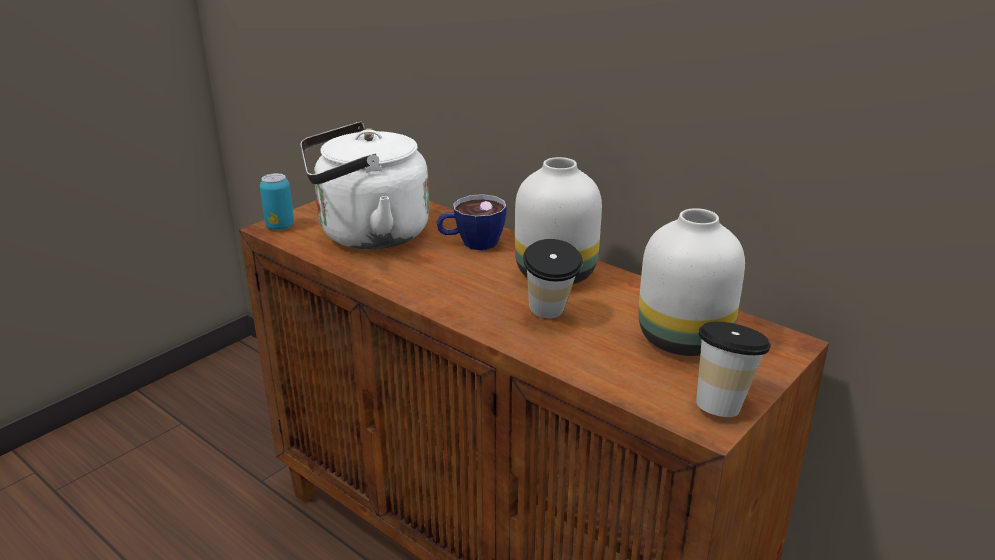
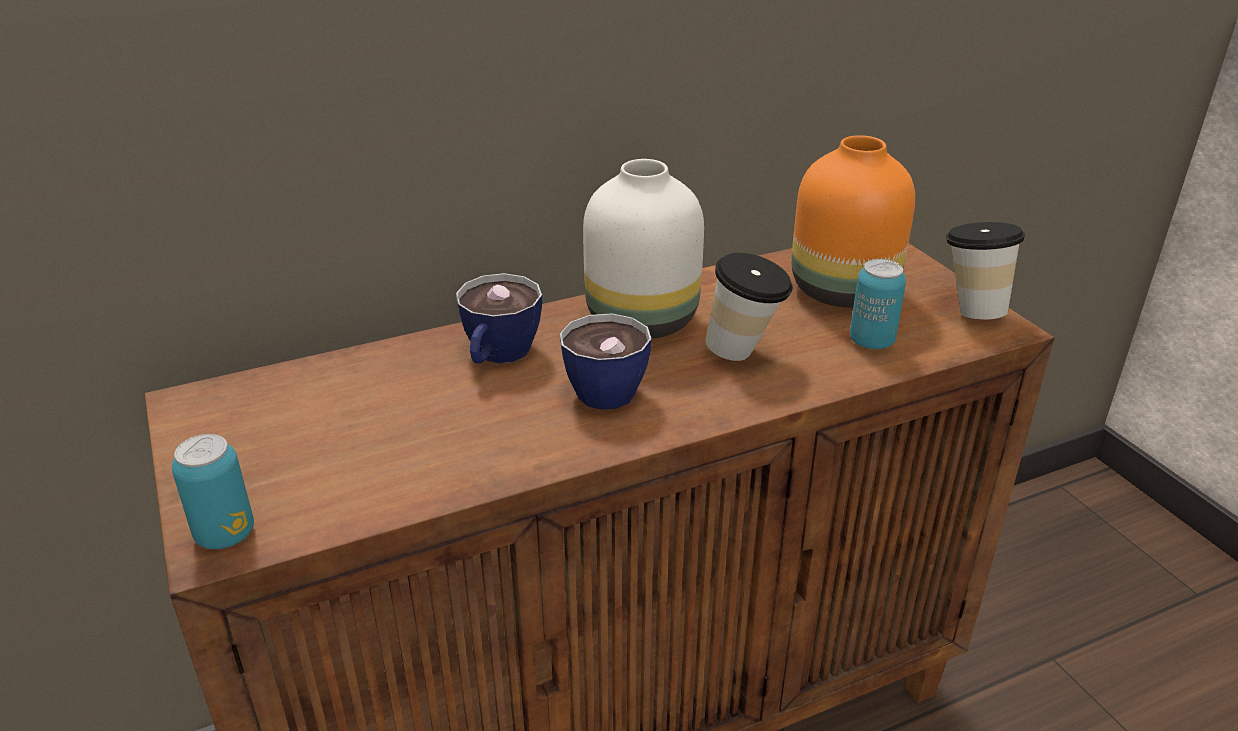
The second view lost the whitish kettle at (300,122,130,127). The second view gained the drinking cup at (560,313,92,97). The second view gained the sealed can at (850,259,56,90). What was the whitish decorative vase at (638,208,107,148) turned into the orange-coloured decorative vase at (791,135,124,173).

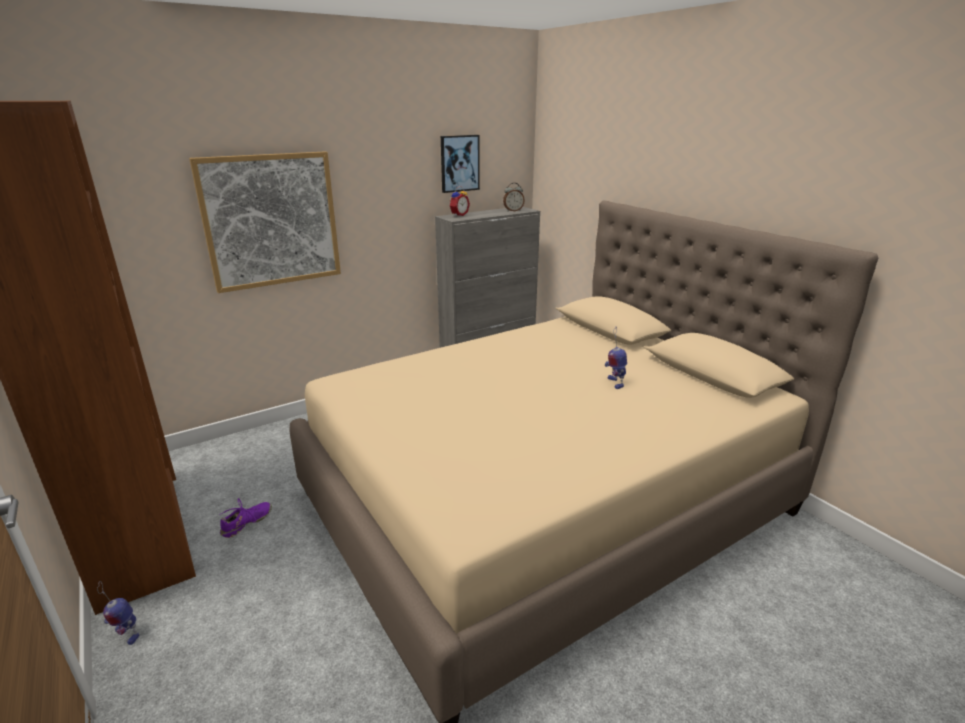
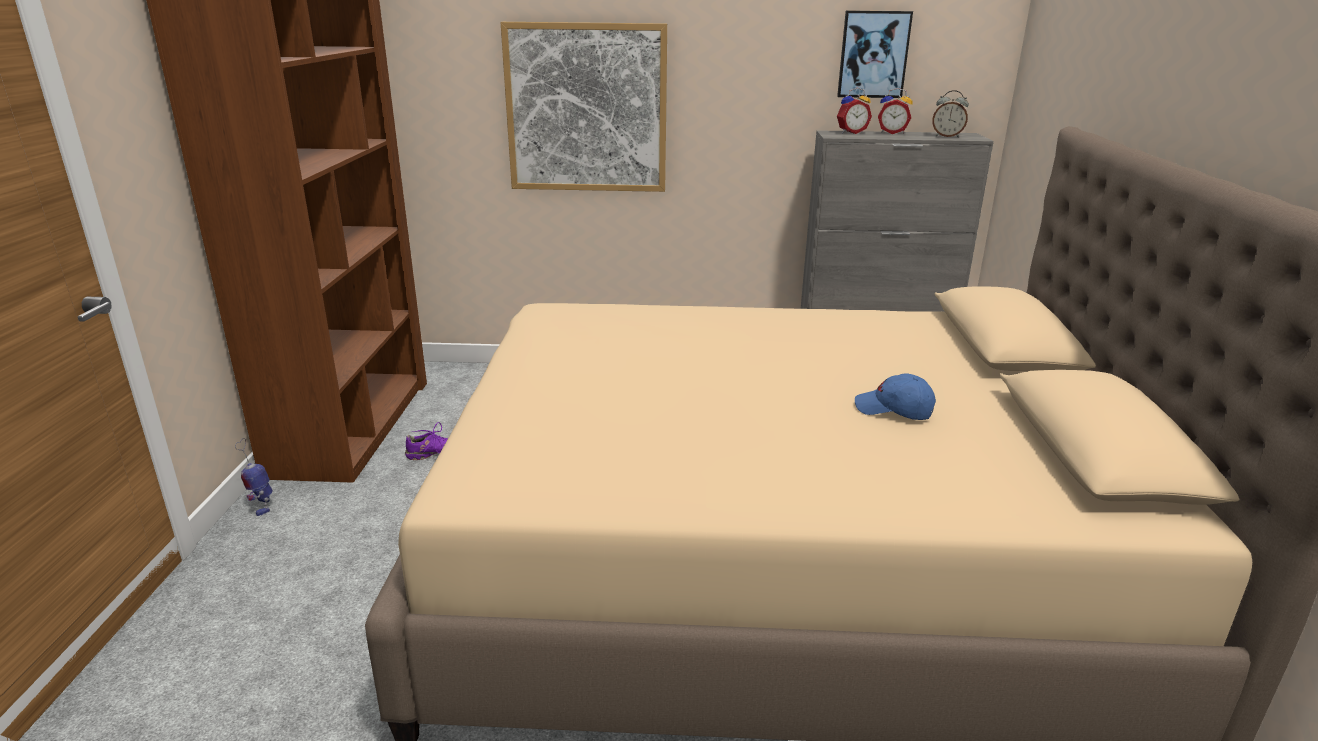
The second view gained the alarm clock at (878,88,35,46). Where the robot figure stood at (605,327,22,62), the bluish baseball cap came to stand at (855,373,81,47).

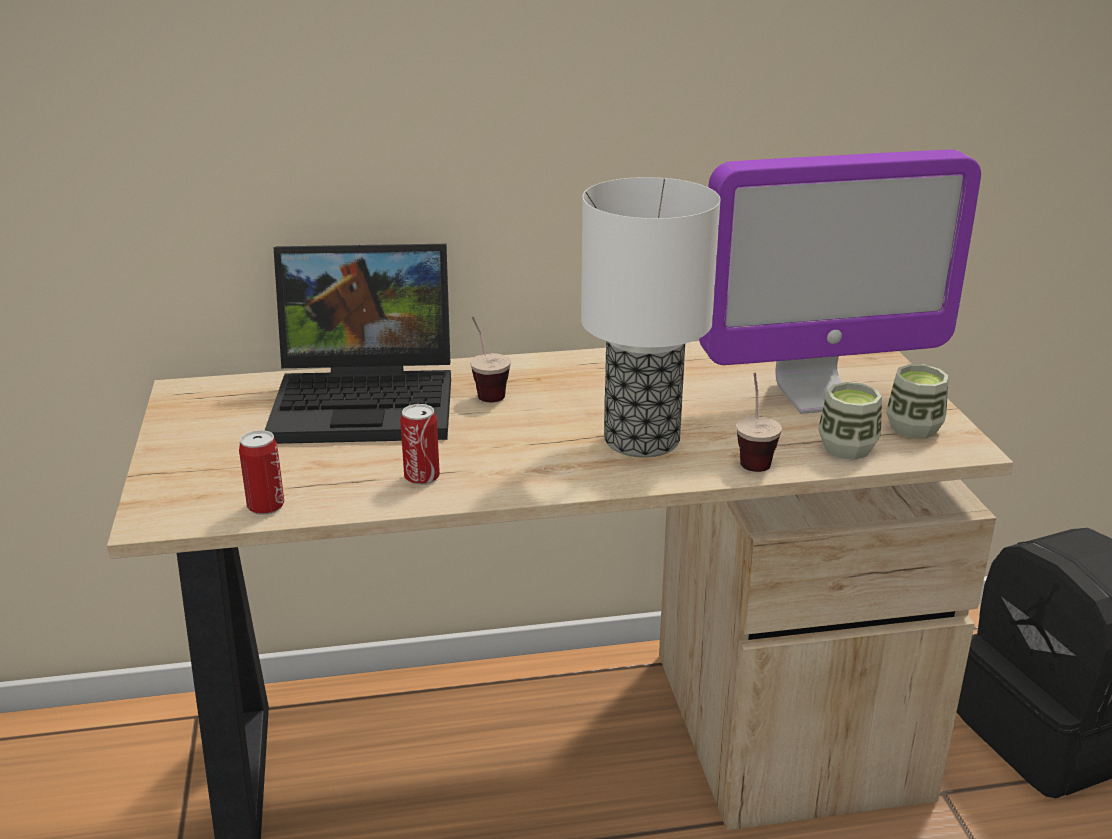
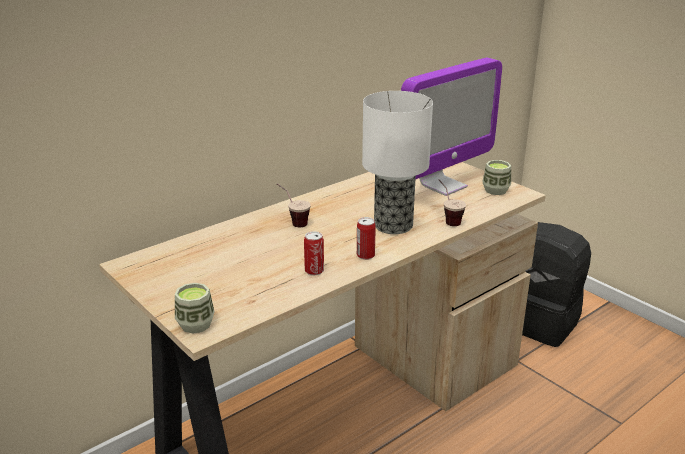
The second view lost the portable computer at (265,244,186,200). The sealed can ended up elsewhere, having gone from (239,430,45,85) to (357,217,19,43). The drinking cup ended up elsewhere, having gone from (818,382,64,78) to (175,283,40,51).

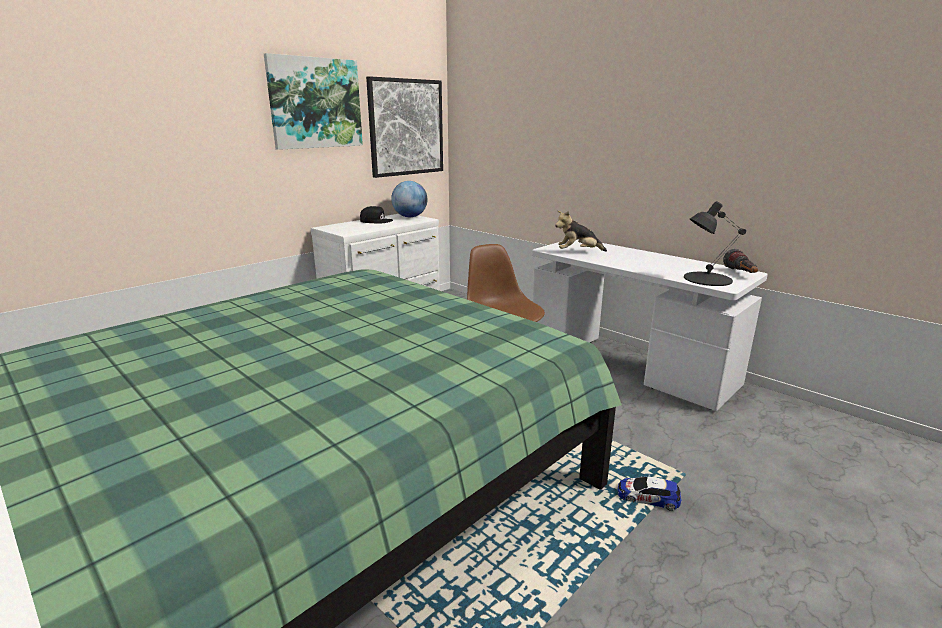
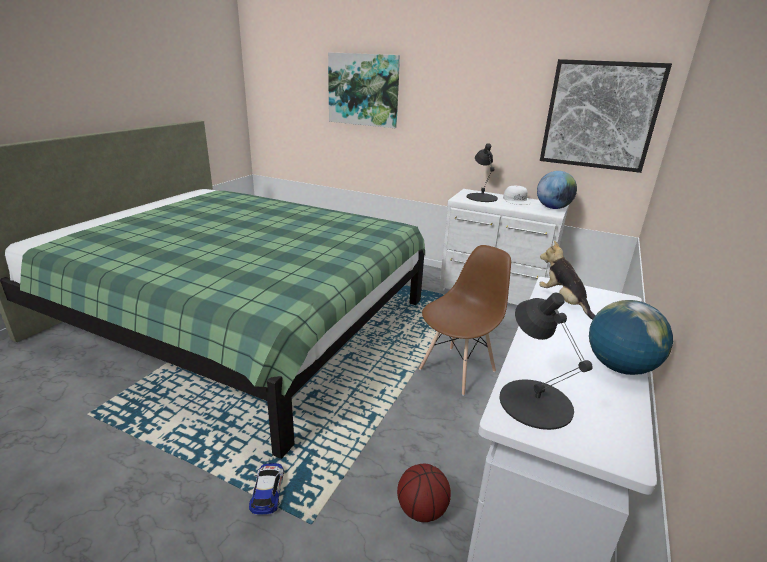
The second view lost the flashlight at (723,249,35,24). The second view gained the basketball at (397,464,54,58). The second view gained the black-coloured table lamp at (467,143,31,59). The second view gained the desk globe at (589,300,84,75). The wall picture ended up elsewhere, having gone from (264,53,99,97) to (328,52,72,76). What was the black-coloured baseball cap at (360,206,33,18) turned into the whitish baseball cap at (503,186,28,19).

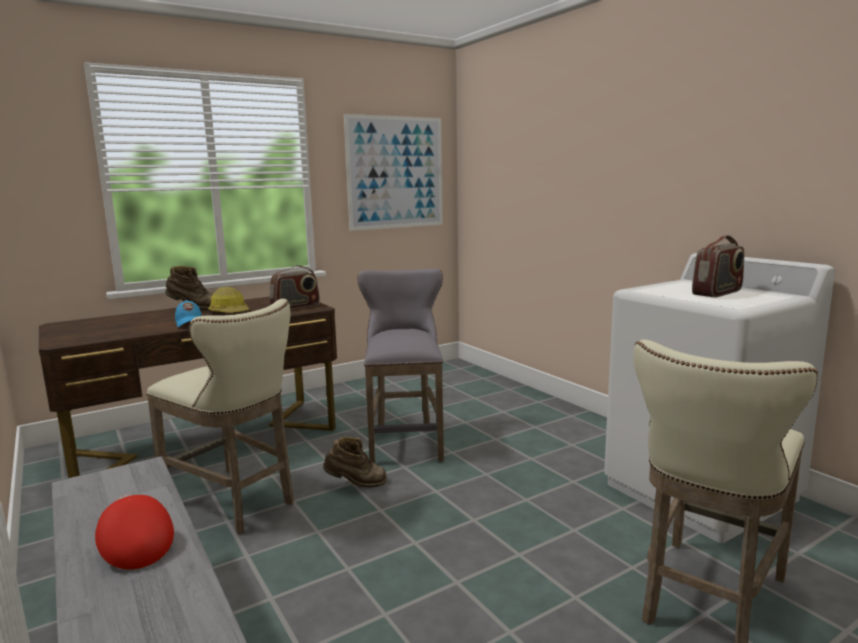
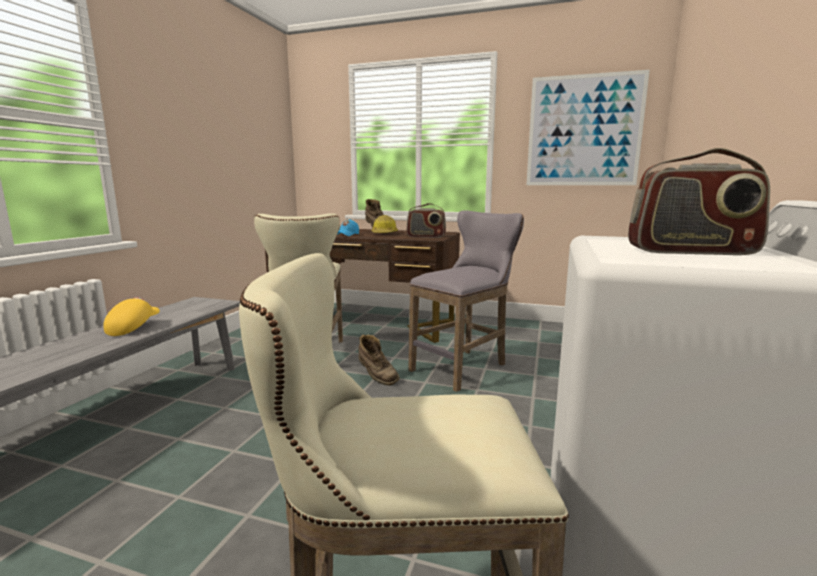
What was the red-coloured baseball cap at (95,494,79,76) turned into the yellowish baseball cap at (103,298,57,38).

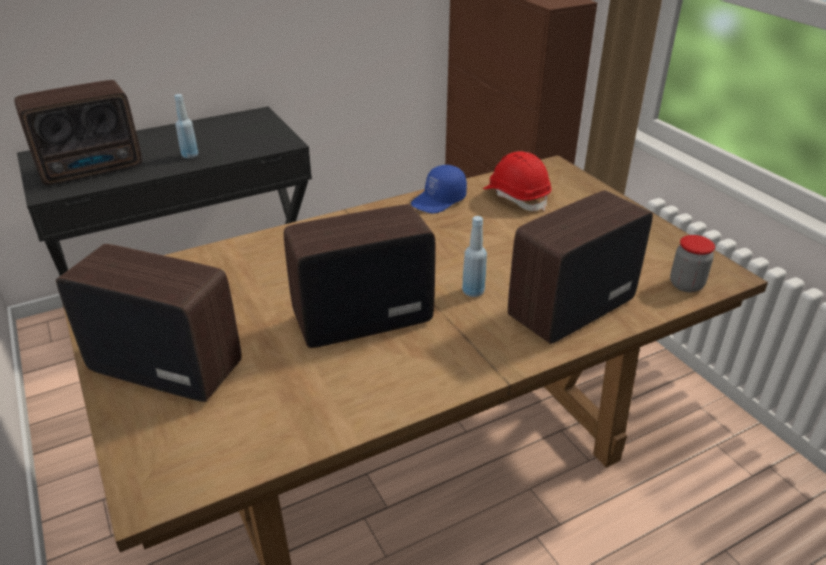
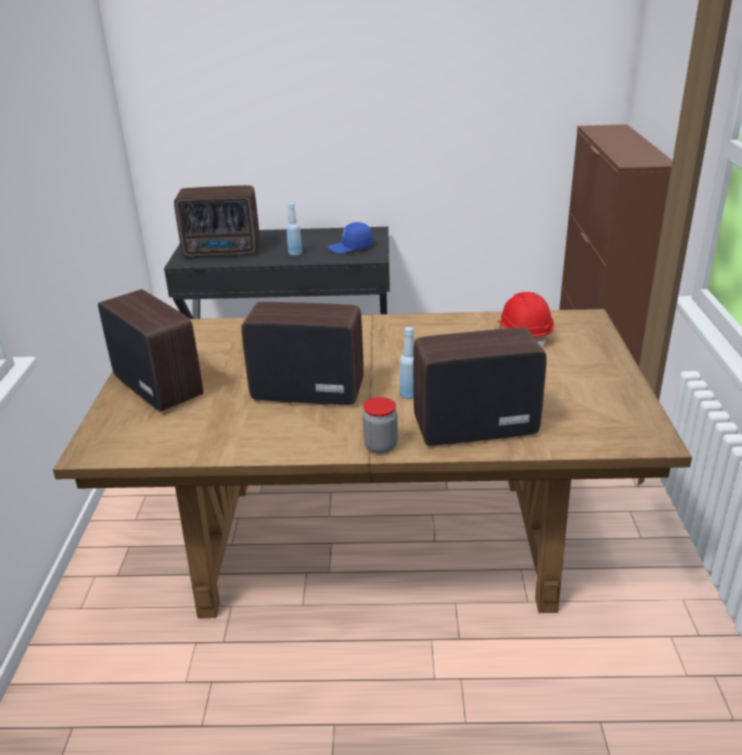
The bluish baseball cap ended up elsewhere, having gone from (411,165,56,49) to (328,222,44,31). The jar ended up elsewhere, having gone from (670,235,45,57) to (363,397,35,57).

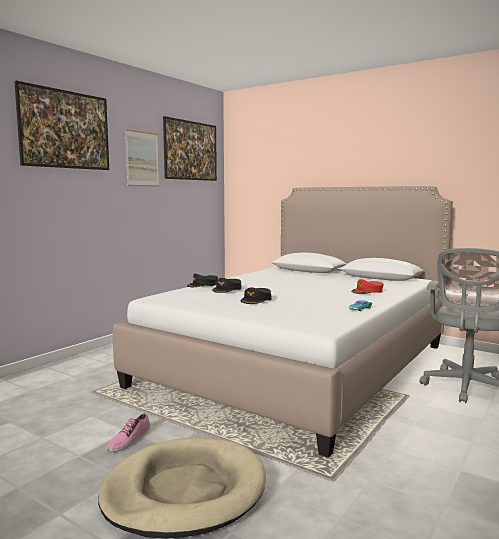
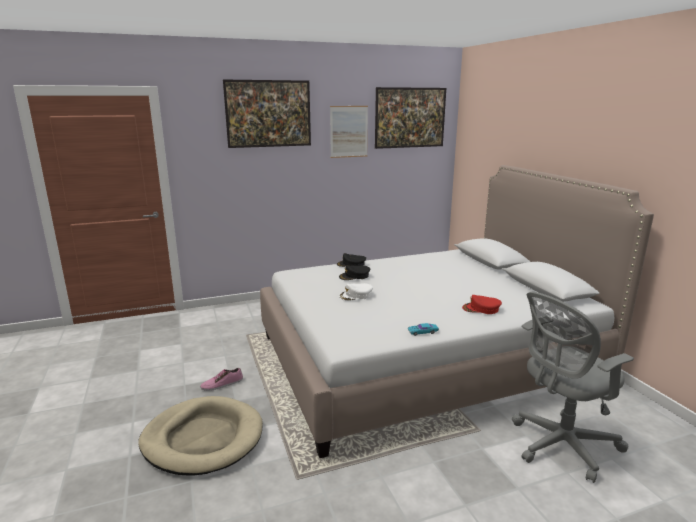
What was the black-coloured baseball cap at (241,287,30,17) turned into the whitish baseball cap at (339,283,34,18).

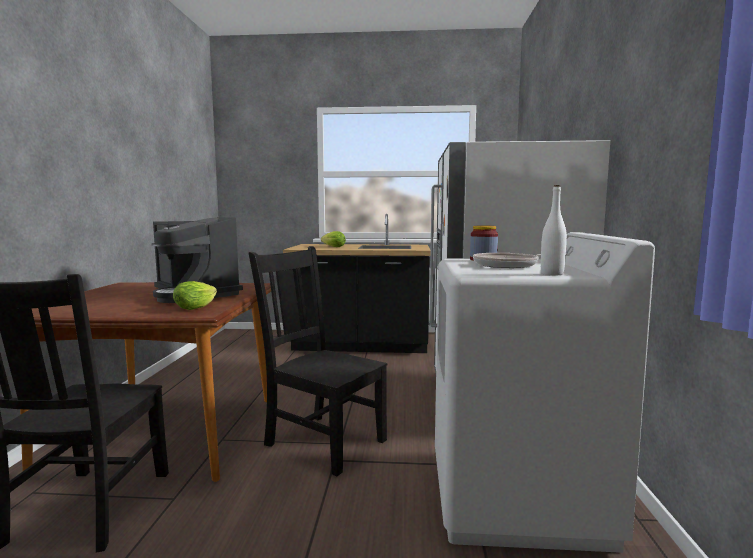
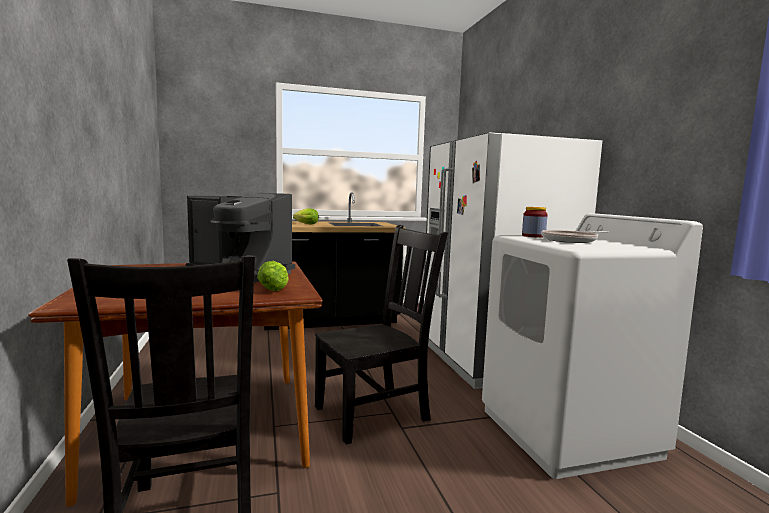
The second view lost the whitish bottle at (541,185,26,90). The black-coloured chair at (249,246,138,230) ended up facing another way, 135 degrees clockwise from before.

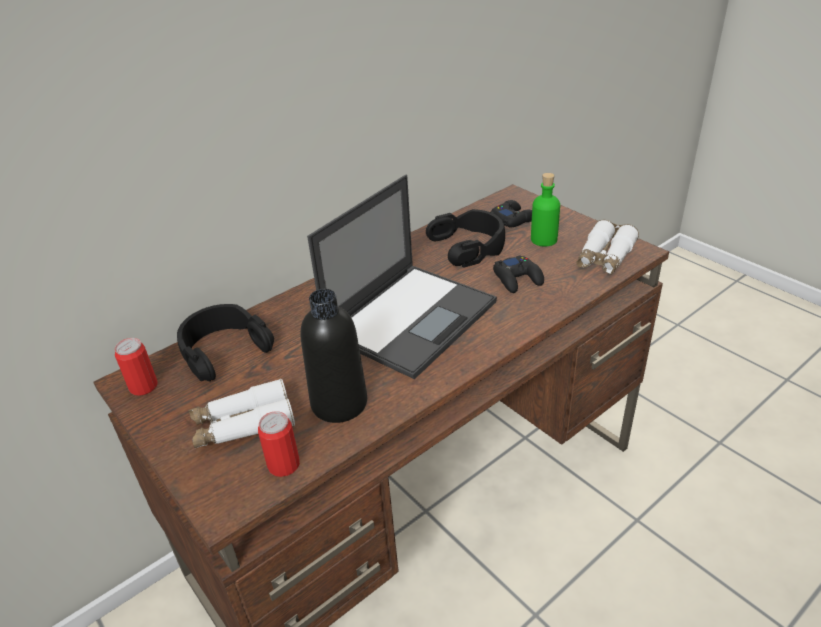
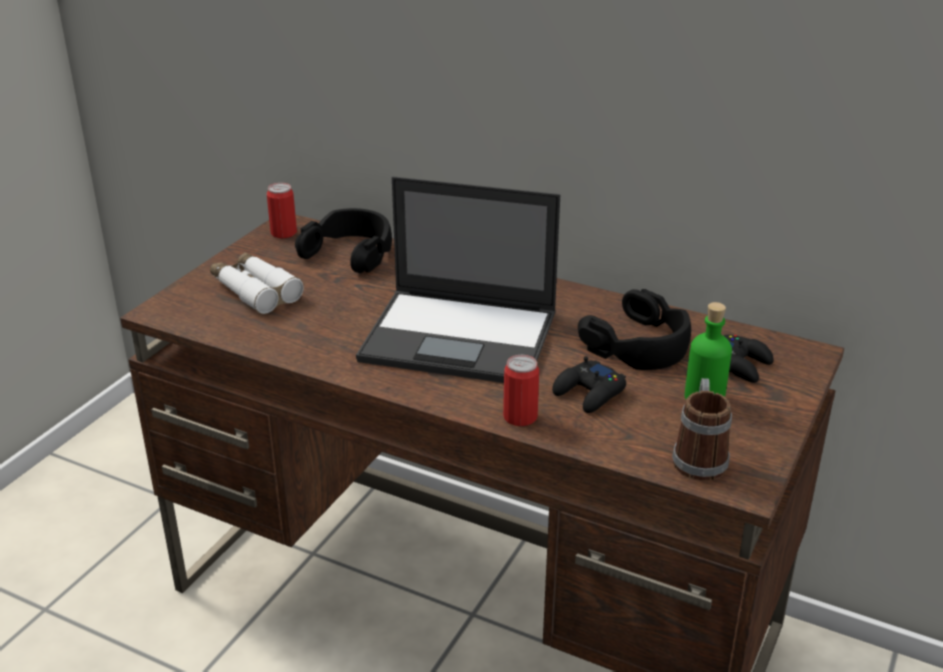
The second view lost the black-coloured bottle at (300,289,67,134). The sealed can ended up elsewhere, having gone from (258,411,42,66) to (503,355,36,71). Where the whitish pair of binoculars stood at (577,220,62,55), the mug came to stand at (672,378,60,103).

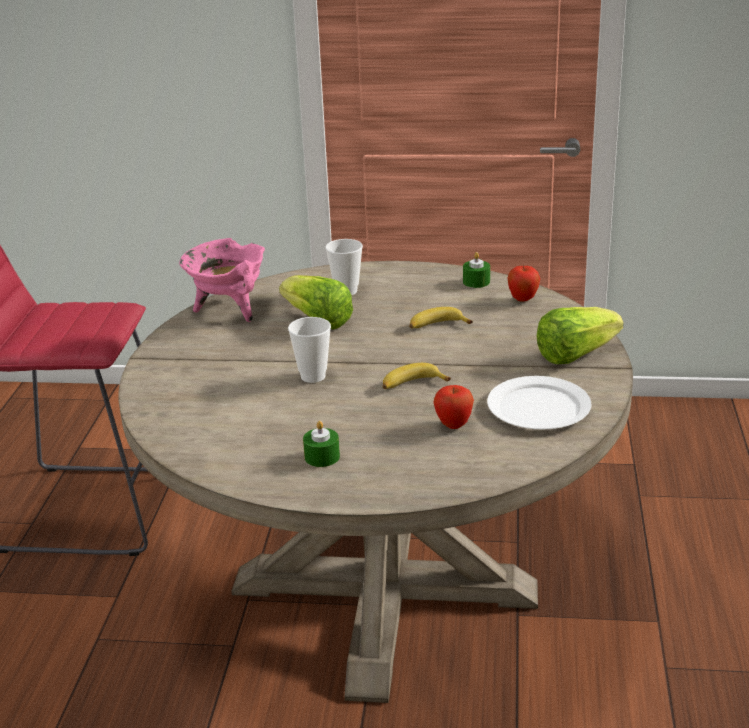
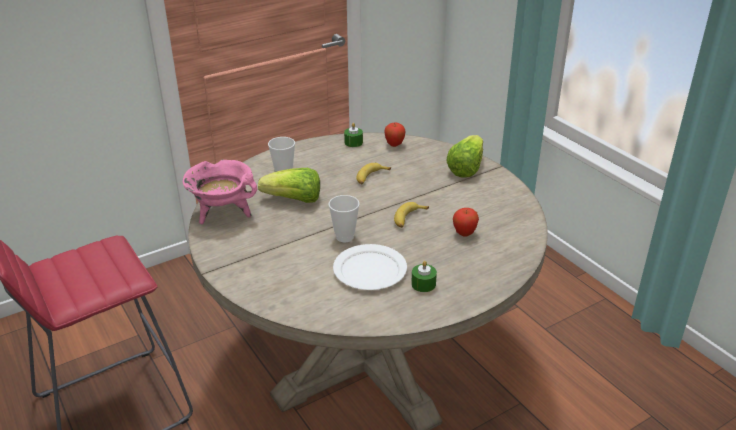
The whitish plate ended up elsewhere, having gone from (487,376,104,53) to (333,244,74,46).

